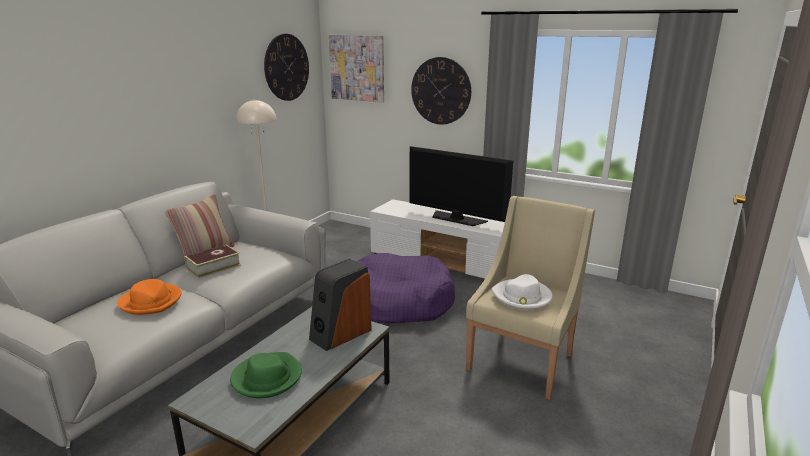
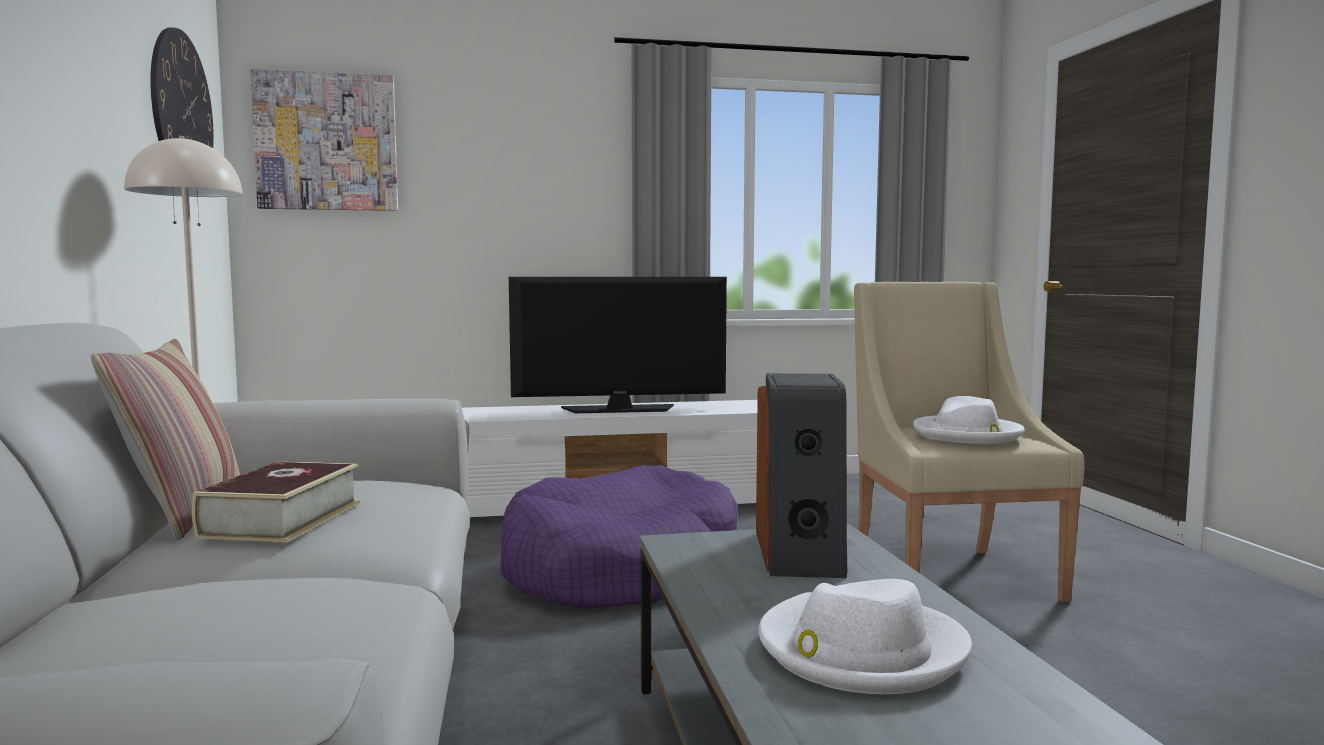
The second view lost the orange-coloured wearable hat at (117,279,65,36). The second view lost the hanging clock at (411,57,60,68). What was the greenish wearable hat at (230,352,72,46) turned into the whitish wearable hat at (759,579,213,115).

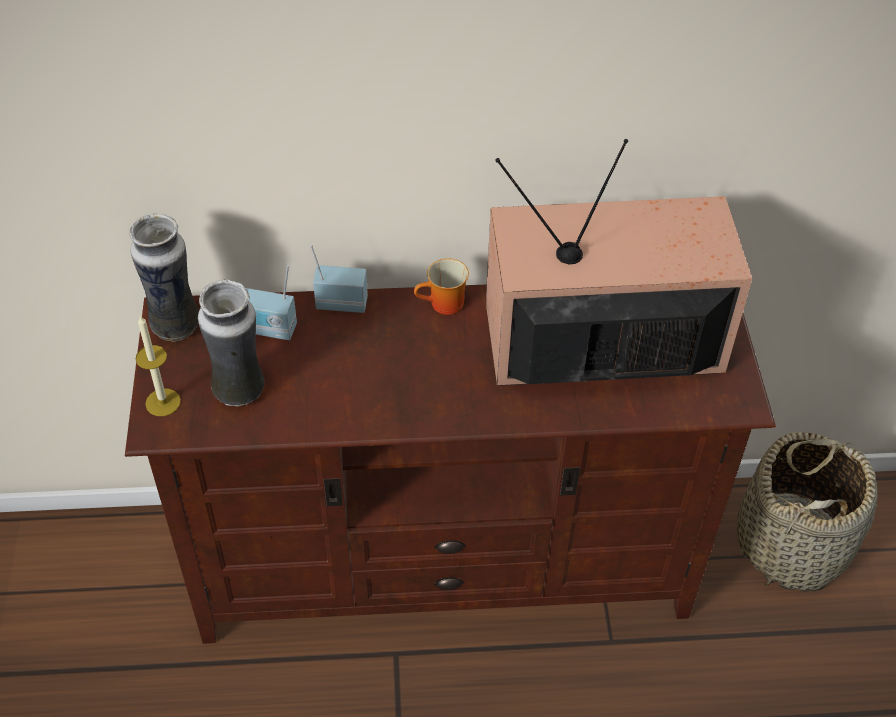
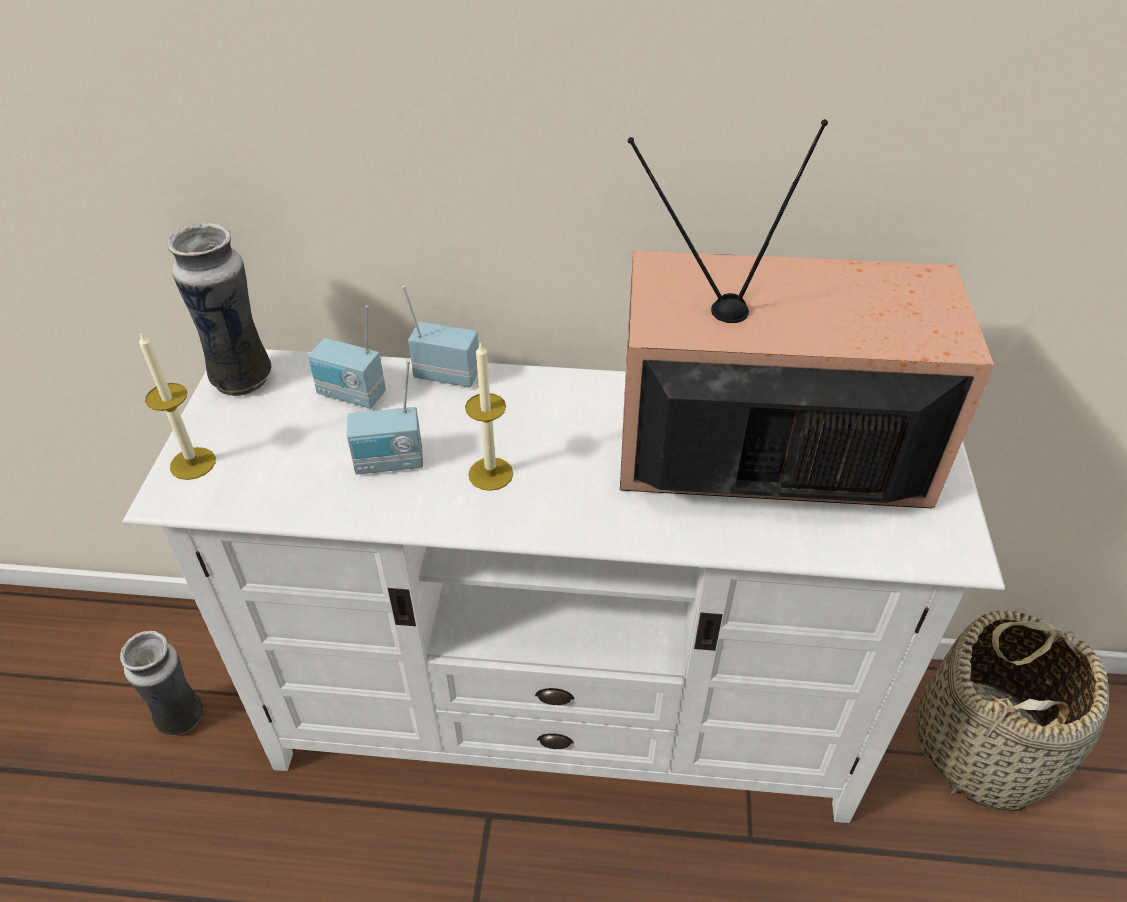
The second view lost the mug at (414,258,55,57). The second view gained the radio set at (347,360,76,114). The second view gained the wax light at (465,341,48,150). The decorative vase ended up elsewhere, having gone from (198,279,67,127) to (120,631,83,104). What was the brown media console at (125,284,651,360) turned into the whitish media console at (123,349,882,474).

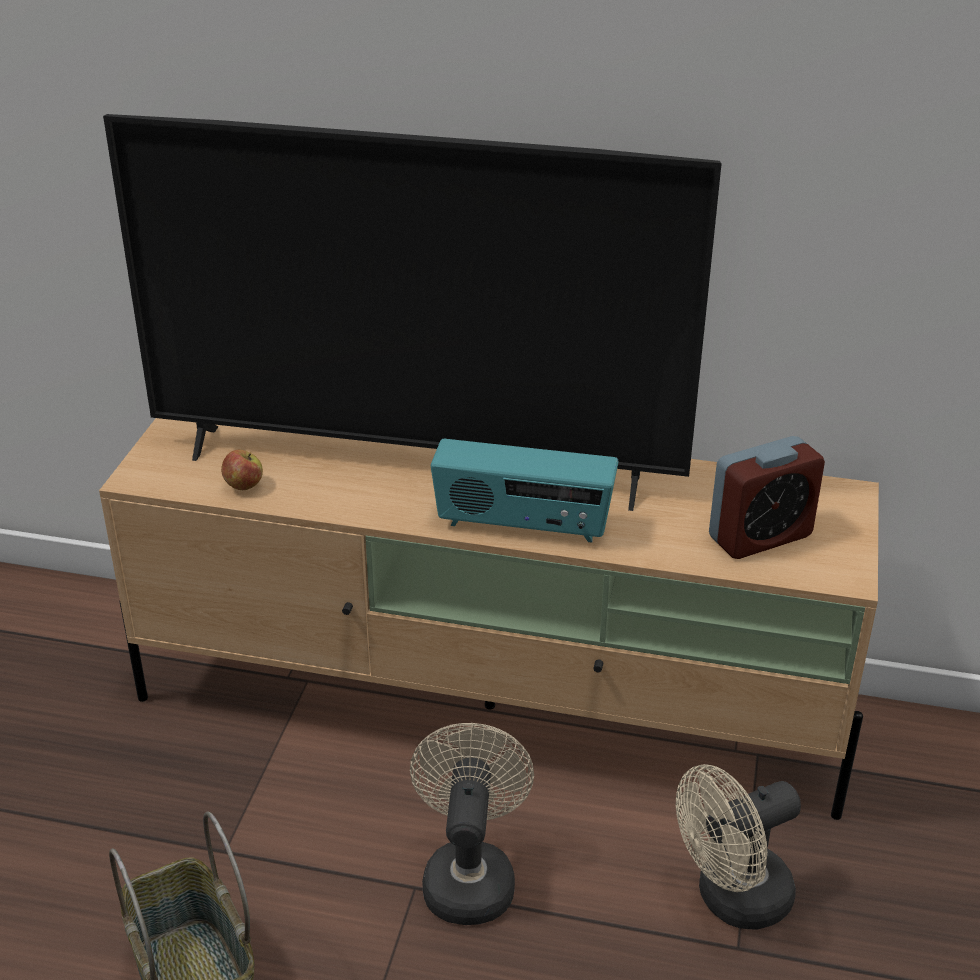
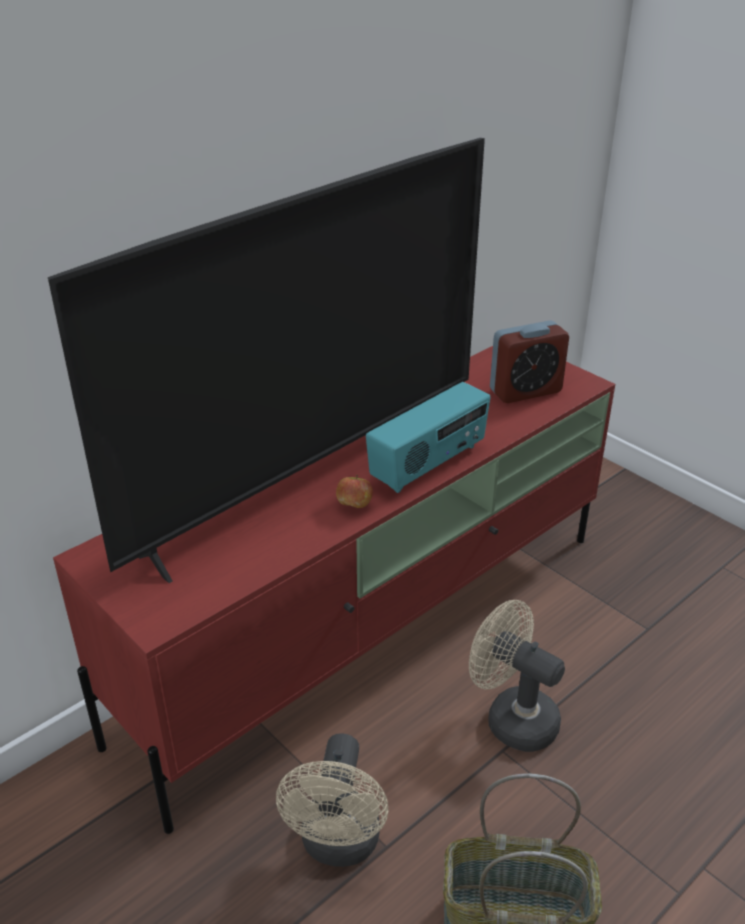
The apple ended up elsewhere, having gone from (221,450,42,40) to (336,475,37,33). The sand-coloured cooling fan ended up elsewhere, having gone from (676,764,125,166) to (276,733,113,134). What was the sand-coloured media console at (99,418,780,402) turned into the red-coloured media console at (53,346,562,488). The alarm clock at (709,436,116,123) ended up facing another way, 60 degrees clockwise from before.

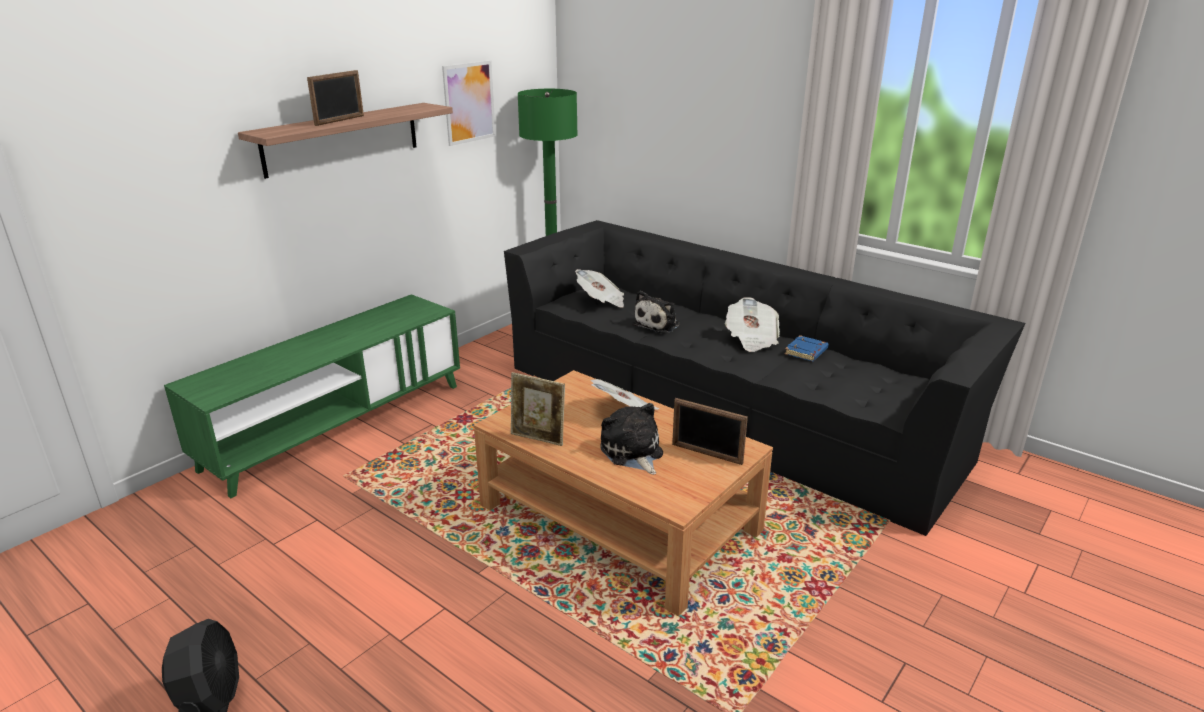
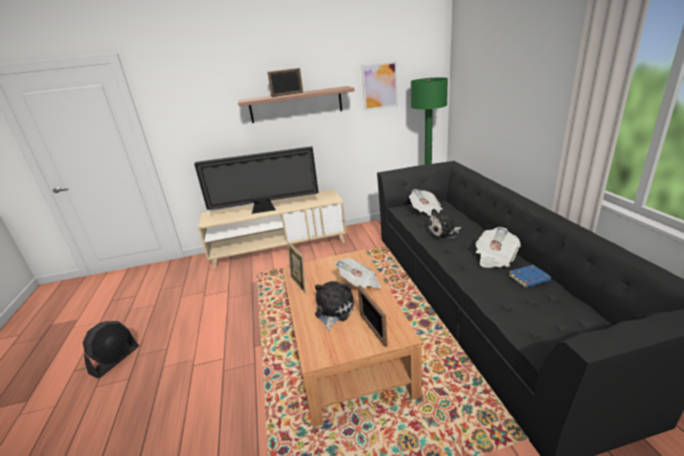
The second view gained the TV at (194,146,125,68). What was the greenish media console at (164,294,296,204) turned into the sand-coloured media console at (198,190,148,79).

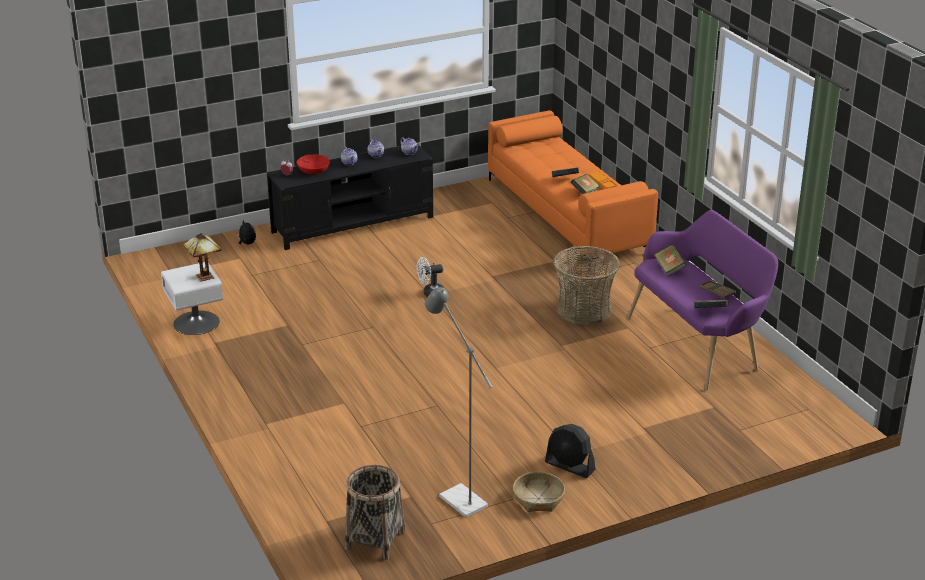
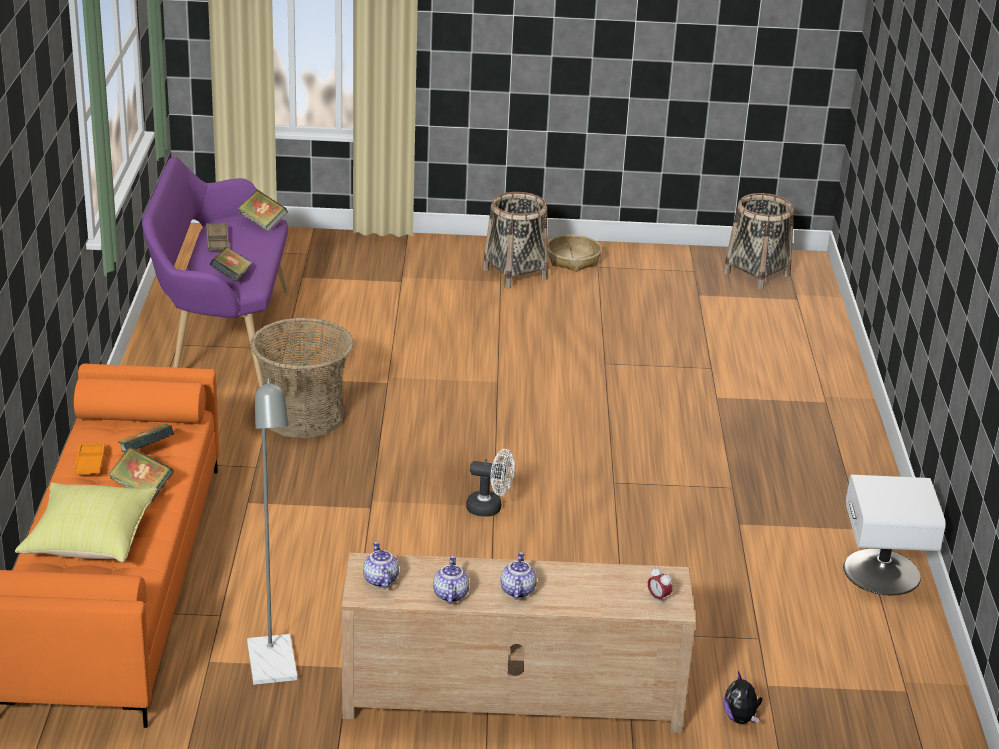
The second view lost the table lamp at (183,233,39,49). The second view lost the red-coloured serving bowl at (296,154,34,20). The second view gained the yellowish throw pillow at (15,482,142,80). The gray floor lamp ended up elsewhere, having gone from (425,287,67,231) to (247,378,50,307). Where the black-coloured cooling fan stood at (545,424,51,54), the storage basket came to stand at (483,192,66,96). What was the black-coloured media console at (267,144,166,106) turned into the sand-coloured media console at (342,553,354,180).

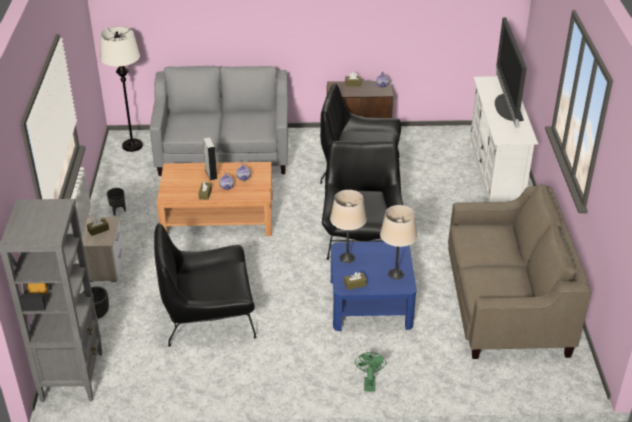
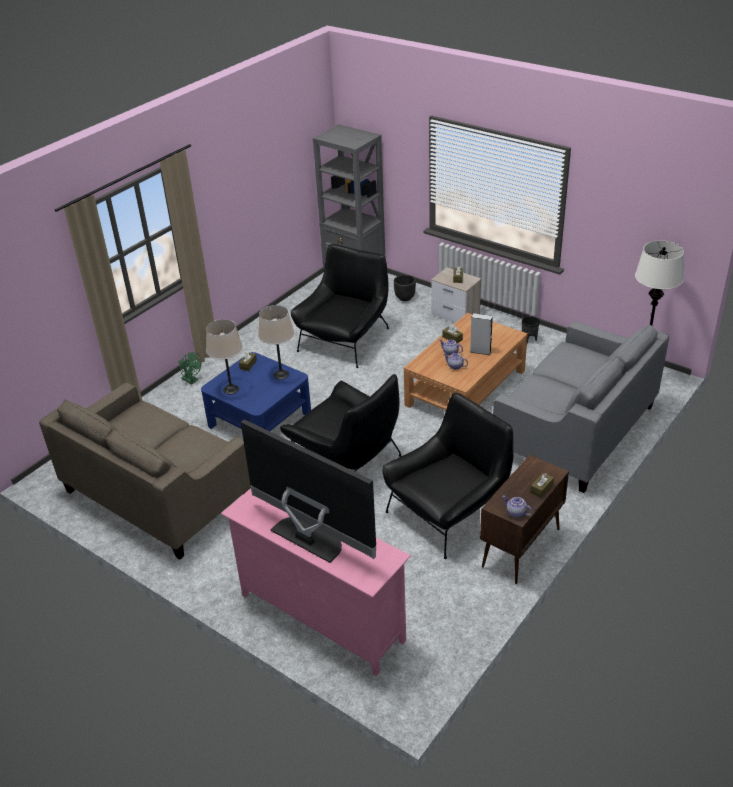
What was the whitish media console at (469,76,69,126) turned into the pinkish media console at (221,488,190,188).

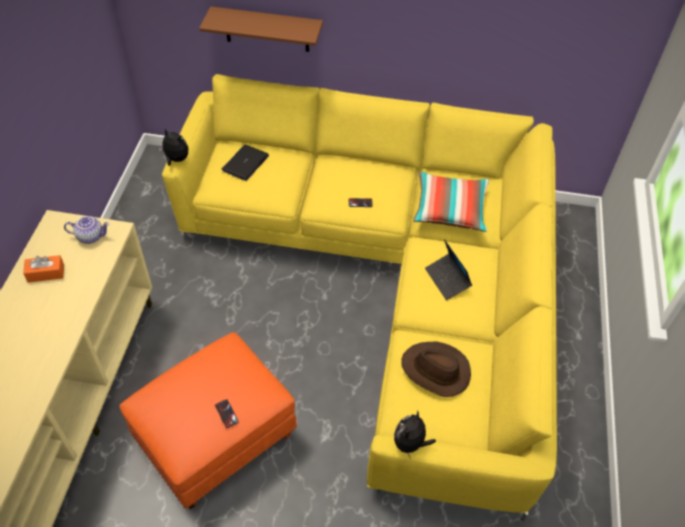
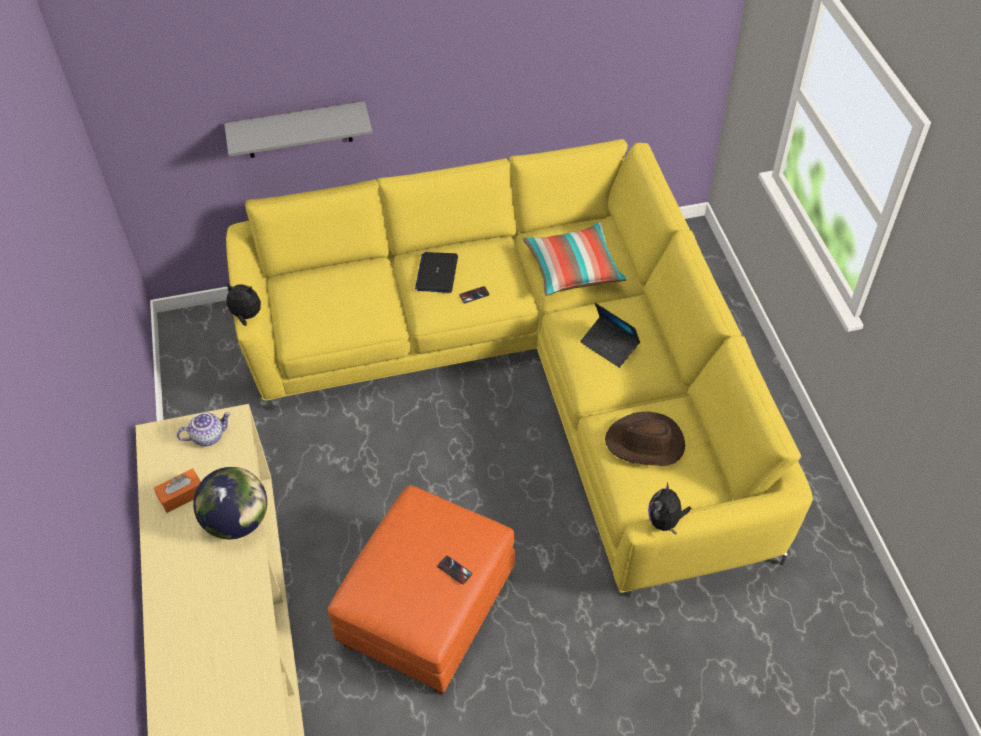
The second view gained the desk globe at (193,467,74,72). The portable computer ended up elsewhere, having gone from (222,145,47,36) to (415,252,43,41). What was the brown bracket shelf at (199,6,124,46) turned into the gray bracket shelf at (224,101,148,57).

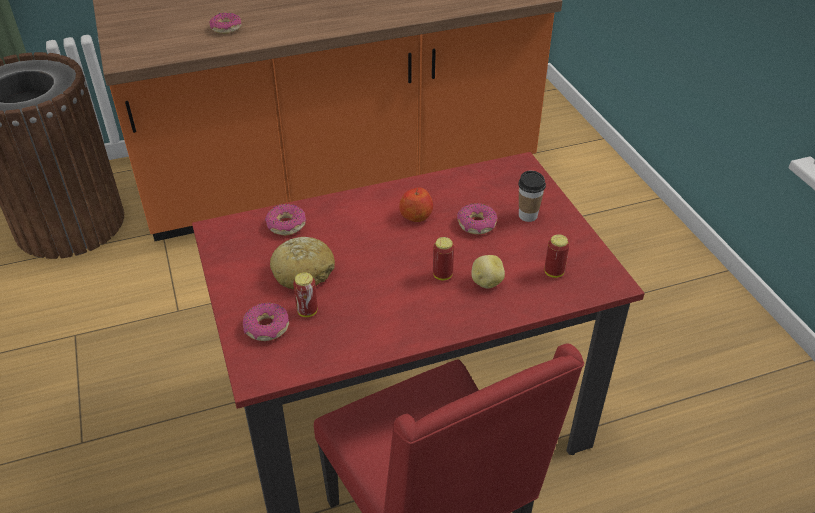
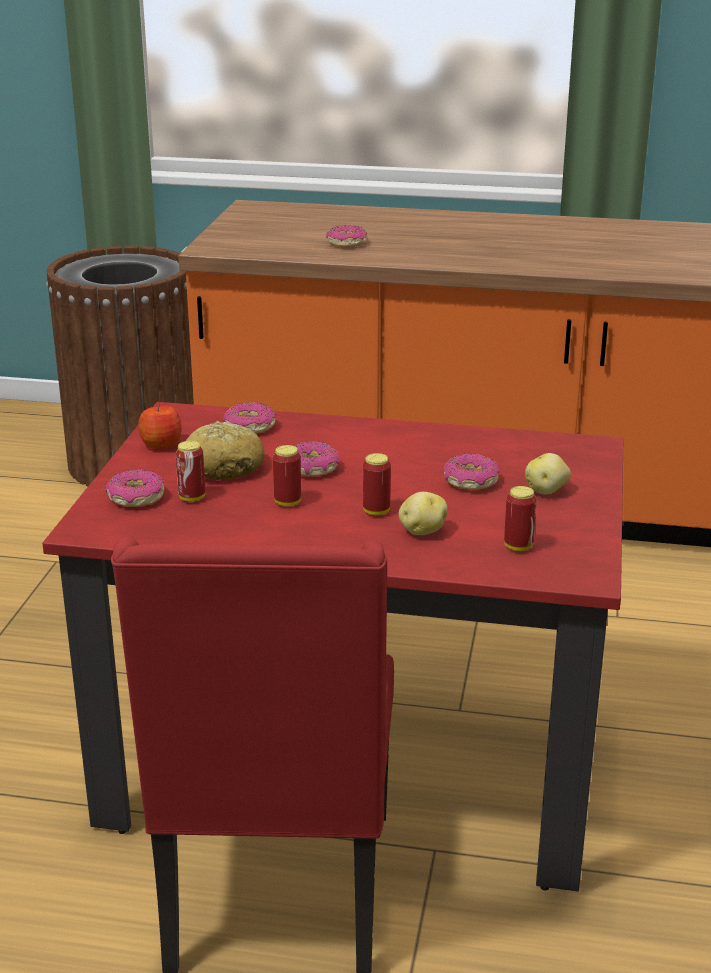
The second view gained the sealed can at (273,445,28,61). The second view gained the ring doughnut at (294,441,45,36). The apple ended up elsewhere, having gone from (399,188,34,34) to (138,403,44,46). Where the drinking cup stood at (518,171,28,51), the potato came to stand at (525,453,46,42).

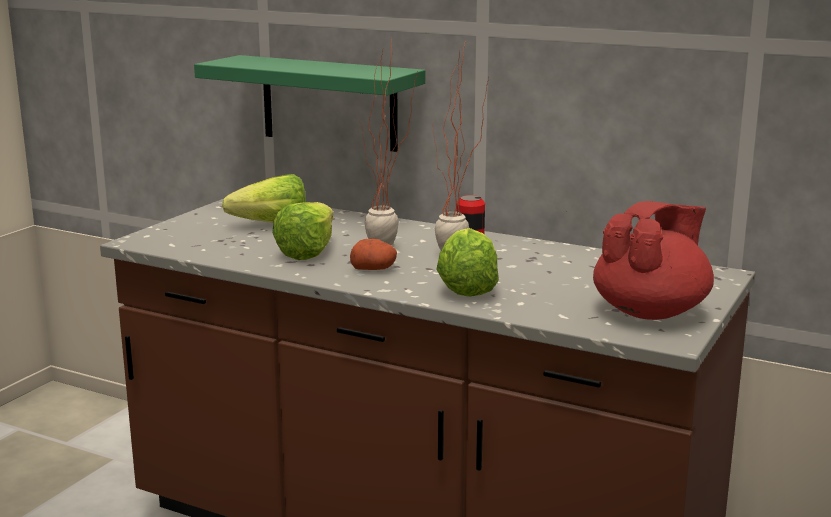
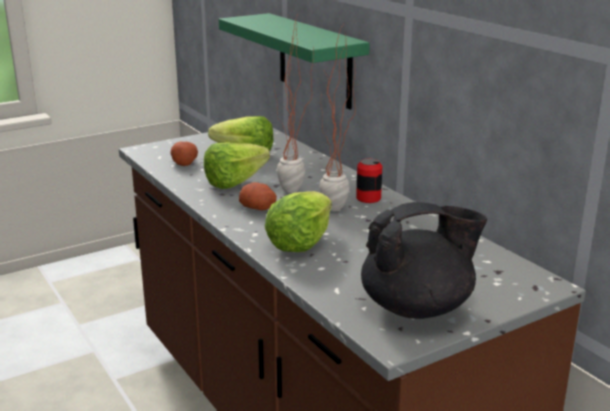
The second view gained the potato at (170,142,28,24). What was the red-coloured pot for tea at (593,201,121,119) turned into the black-coloured pot for tea at (361,202,126,117).

